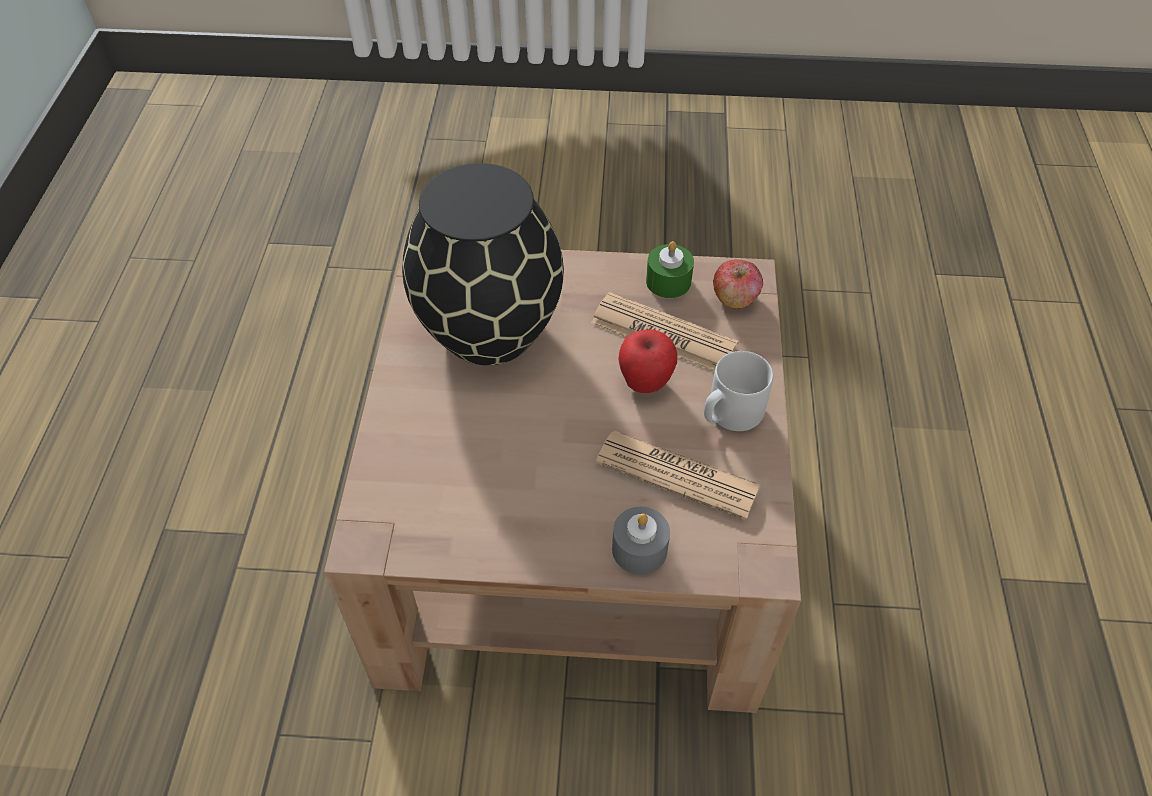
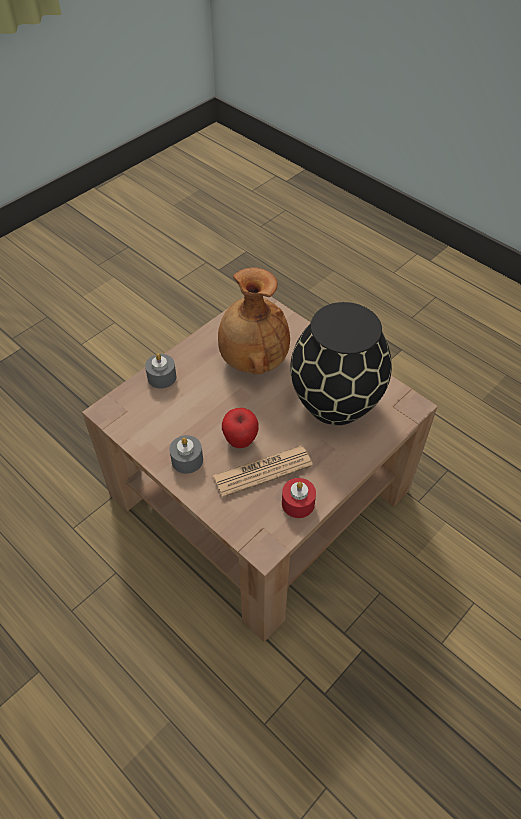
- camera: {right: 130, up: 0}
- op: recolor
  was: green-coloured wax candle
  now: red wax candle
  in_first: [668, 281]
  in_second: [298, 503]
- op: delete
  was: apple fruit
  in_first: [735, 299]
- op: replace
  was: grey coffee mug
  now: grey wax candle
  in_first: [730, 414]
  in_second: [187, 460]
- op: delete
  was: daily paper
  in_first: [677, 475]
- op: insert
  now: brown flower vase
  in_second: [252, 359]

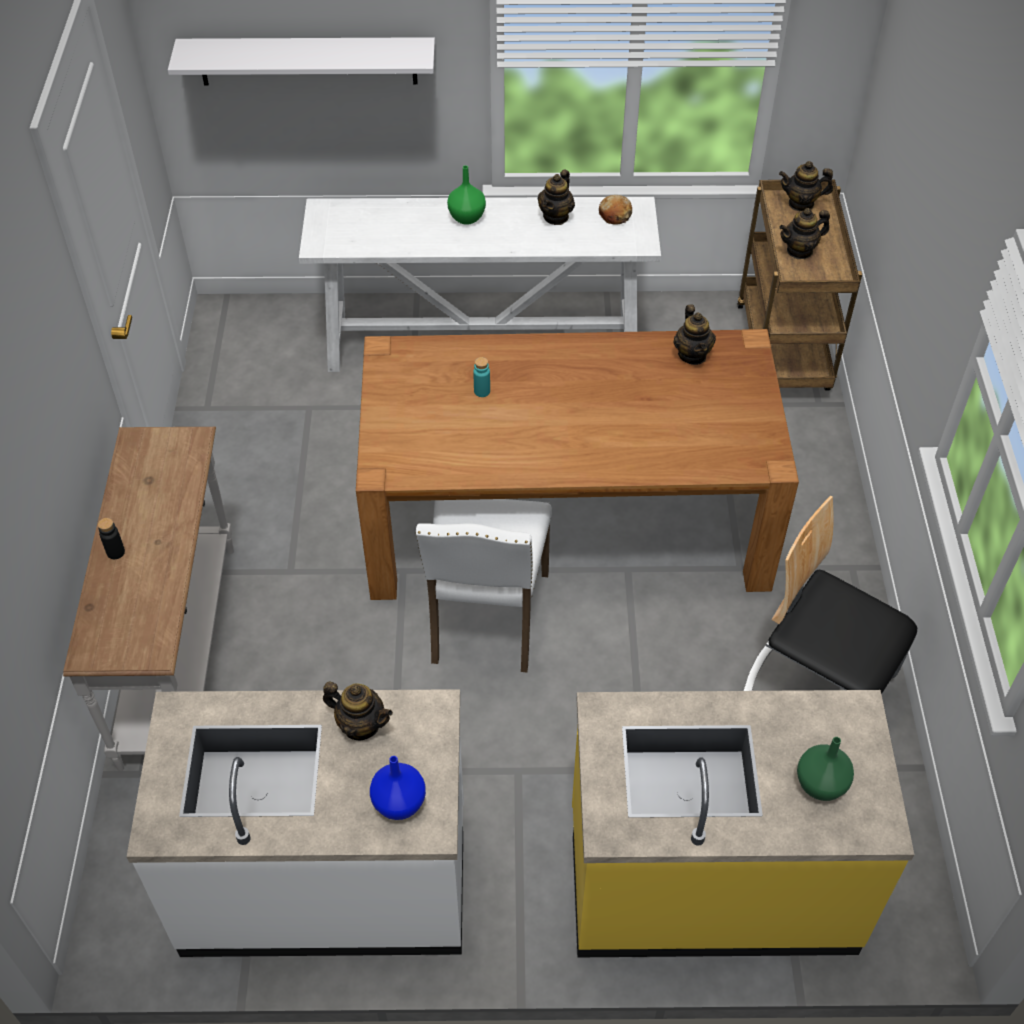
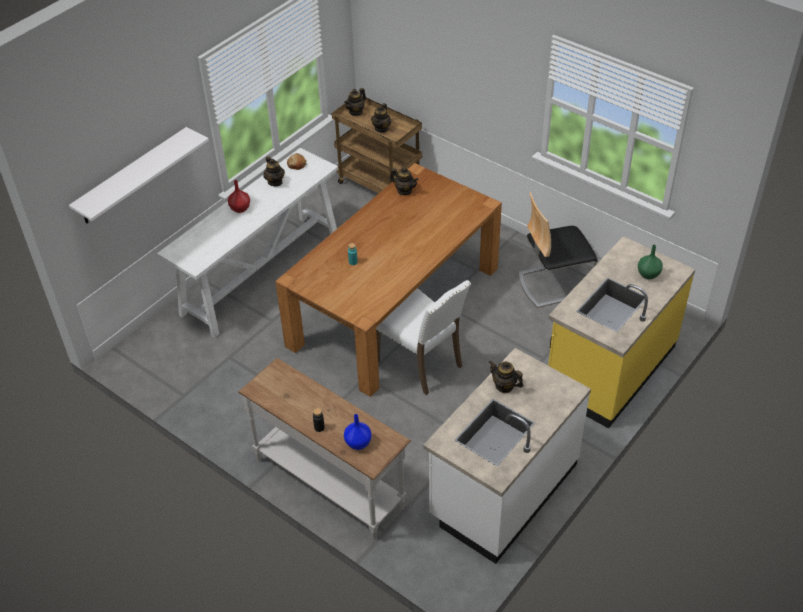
- camera: {right: -50, up: -5}
- op: recolor
  was: green-coloured flower vase
  now: red flower vase
  in_first: [466, 217]
  in_second: [239, 209]
- op: rotate
  was: tea pot
  in_first: [361, 725]
  in_second: [504, 386]
  clockwise: -120
- op: move
  was: blue-coloured flower vase
  in_first: [399, 802]
  in_second: [358, 443]

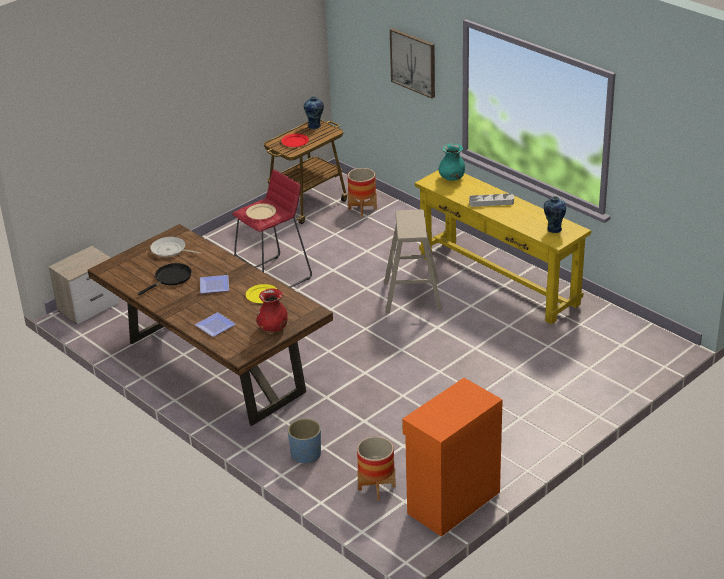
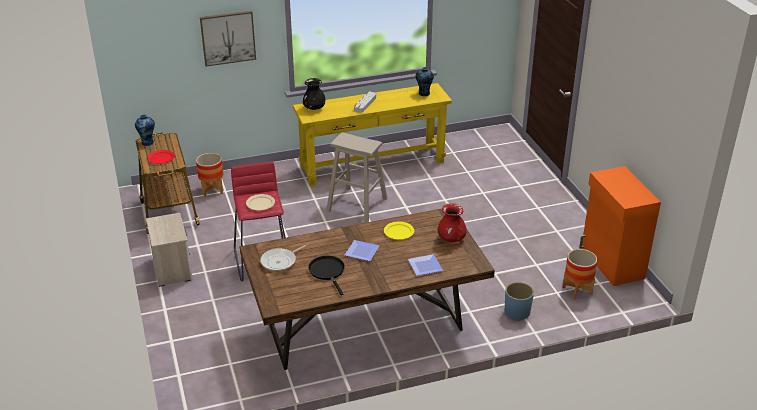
- camera: {right: -65, up: 0}
- op: recolor
  was: turquoise flower vase
  now: black flower vase
  in_first: [452, 178]
  in_second: [314, 108]
- op: move
  was: night table
  in_first: [89, 306]
  in_second: [172, 268]

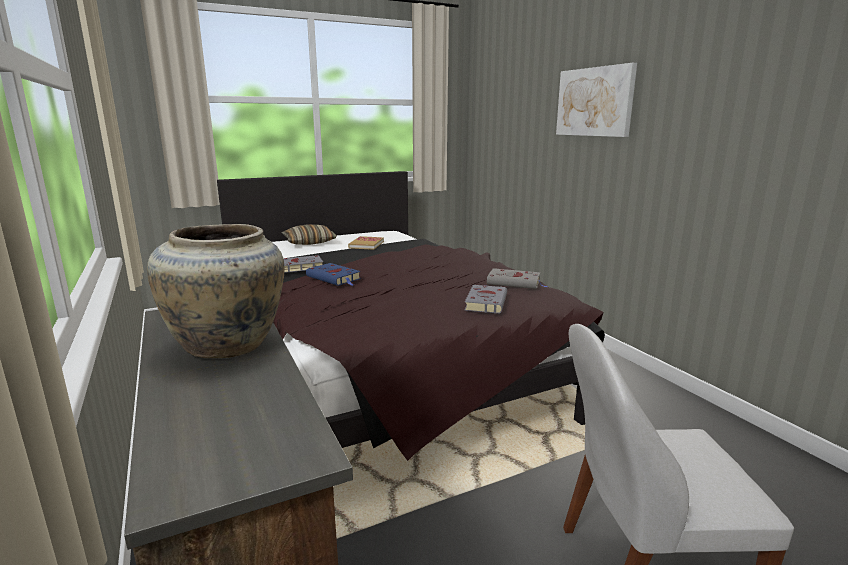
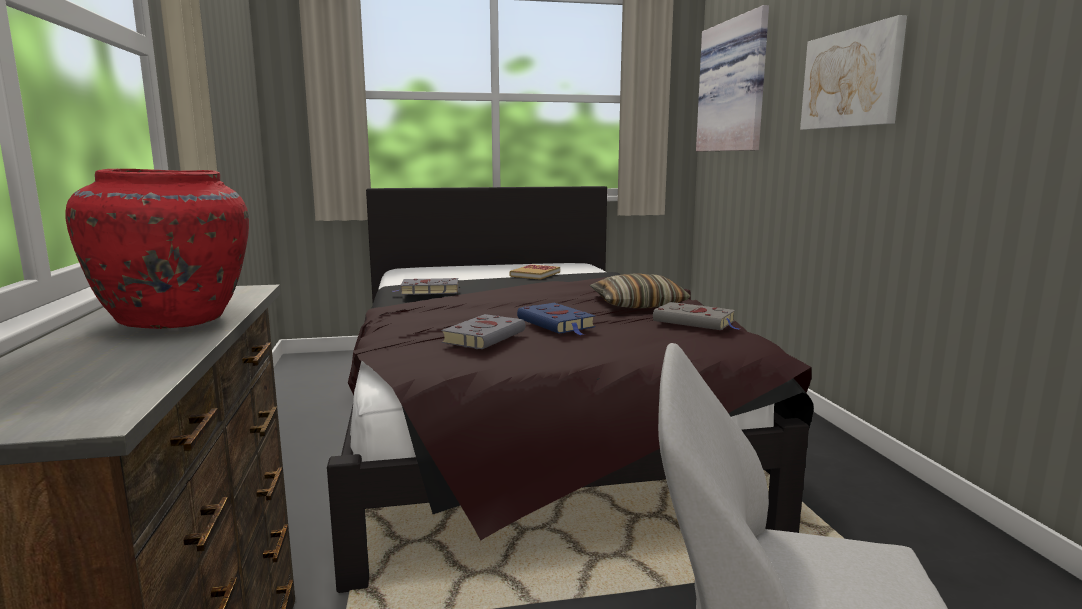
- camera: {right: 15, up: -5}
- op: recolor
  was: beige-coloured flower vase
  now: red flower vase
  in_first: [229, 345]
  in_second: [175, 320]
- op: move
  was: pillow
  in_first: [309, 242]
  in_second: [637, 305]
- op: move
  was: blue-coloured bound book
  in_first: [334, 278]
  in_second: [557, 324]
- op: move
  was: grey bound book
  in_first: [486, 302]
  in_second: [485, 336]
- op: insert
  now: picture
  in_second: [735, 86]

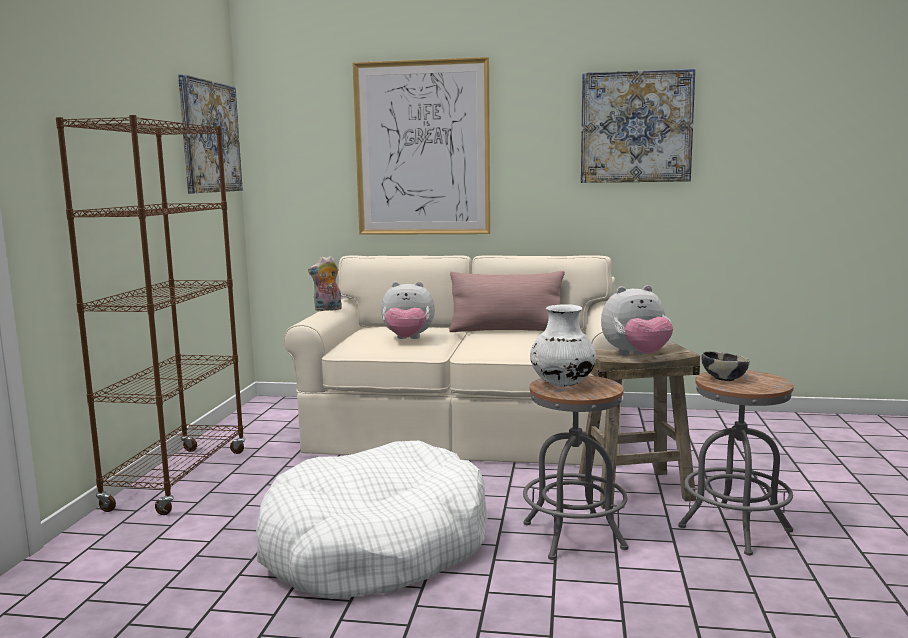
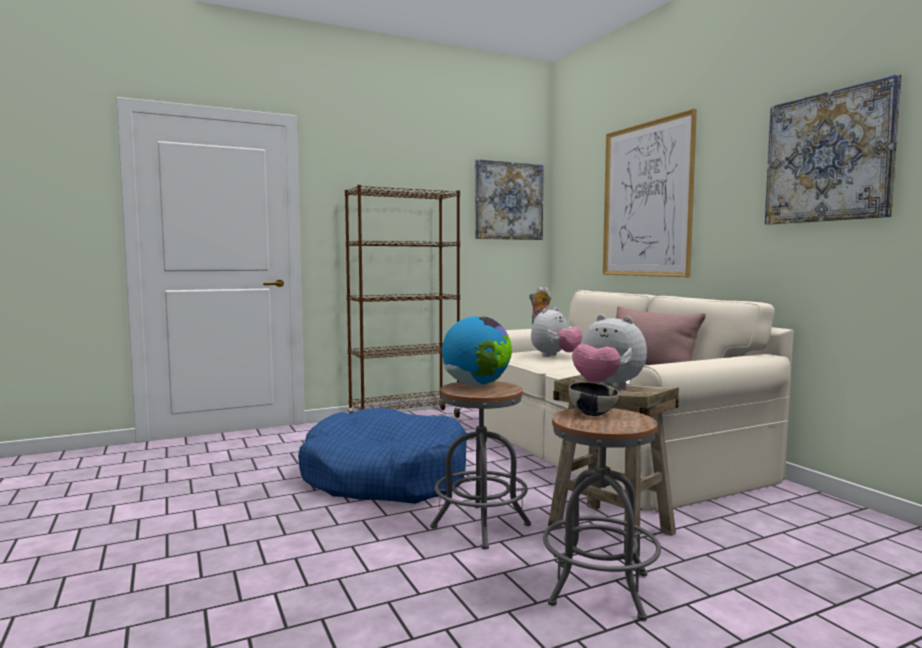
- camera: {right: 55, up: -5}
- op: rotate
  was: soft toy
  in_first: [407, 339]
  in_second: [555, 356]
  clockwise: -105
- op: replace
  was: white-coloured flower vase
  now: globe
  in_first: [562, 385]
  in_second: [476, 385]
- op: recolor
  was: white-coloured pet bed
  now: blue-coloured pet bed
  in_first: [375, 546]
  in_second: [385, 477]

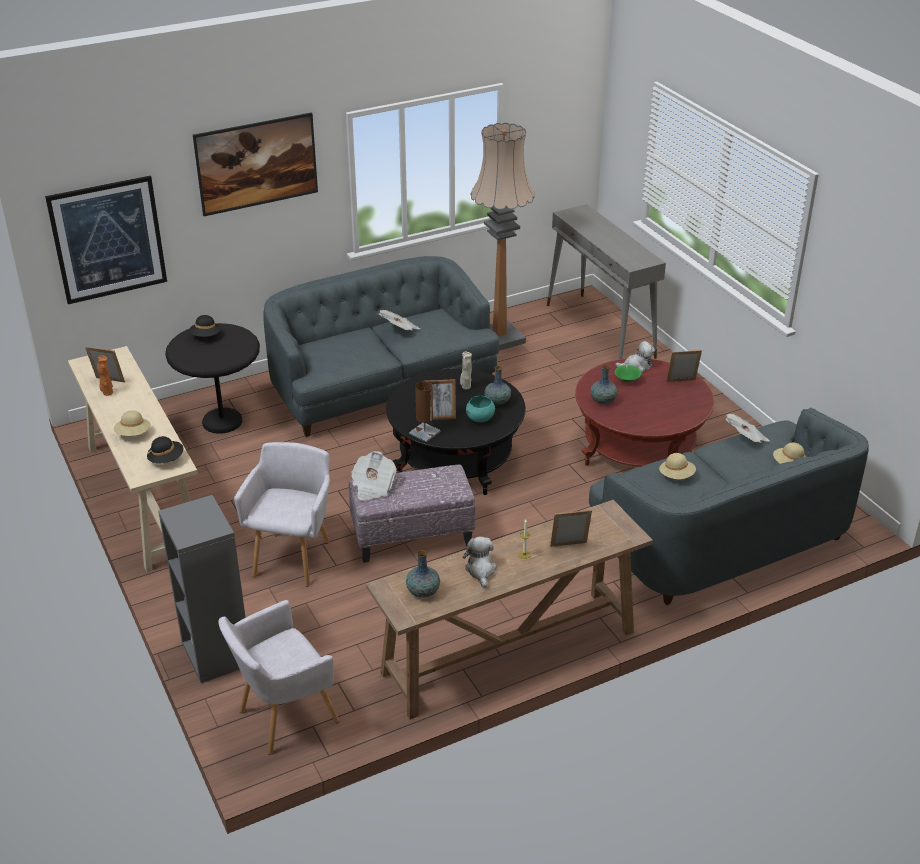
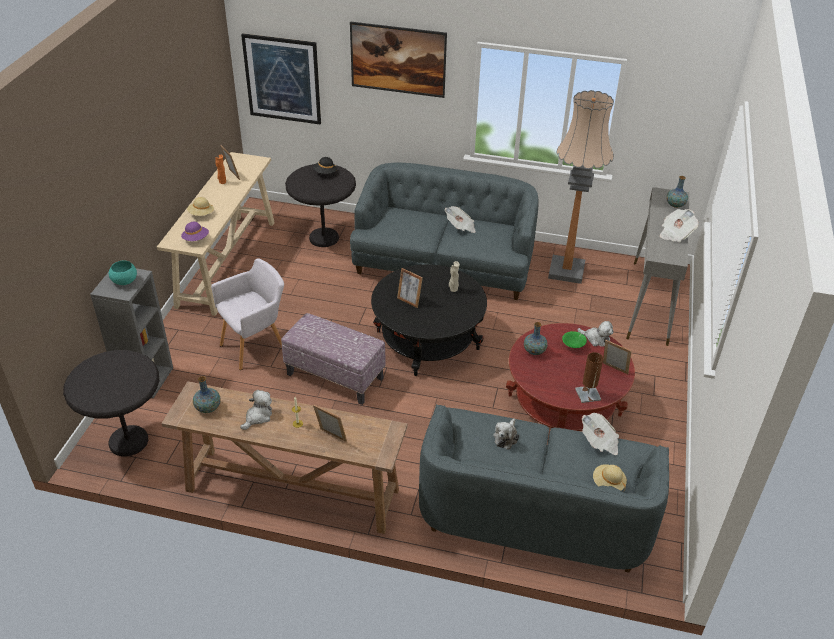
- camera: {right: 40, up: 5}
- op: move
  was: flower vase
  in_first: [497, 402]
  in_second: [675, 205]
- op: move
  was: brown tabletop lamp
  in_first: [424, 432]
  in_second: [588, 394]
- op: move
  was: turquoise deep dish
  in_first: [480, 418]
  in_second: [125, 281]
- op: recolor
  was: black wearable hat
  now: purple-coloured wearable hat
  in_first: [166, 459]
  in_second: [196, 239]
- op: move
  was: daily paper
  in_first: [372, 487]
  in_second: [675, 233]
- op: replace
  was: beige-coloured wearable hat
  now: soft toy
  in_first: [676, 476]
  in_second: [506, 437]
- op: replace
  was: grey lounge chair
  now: black accent table
  in_first: [284, 718]
  in_second: [128, 441]

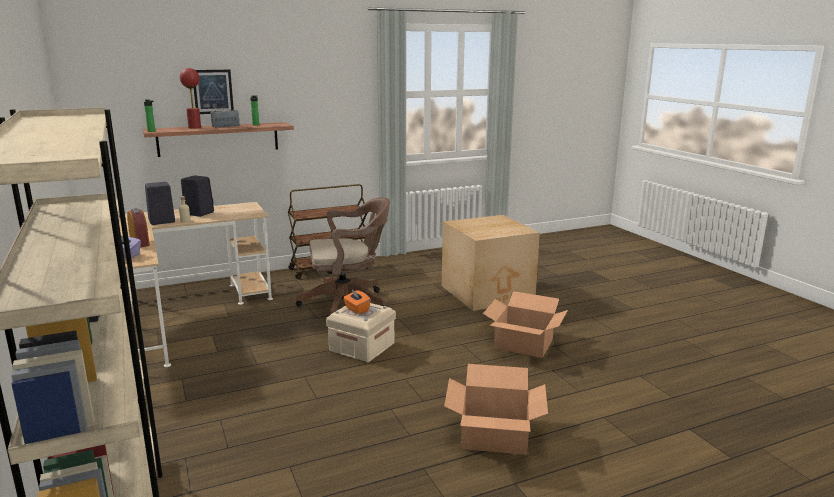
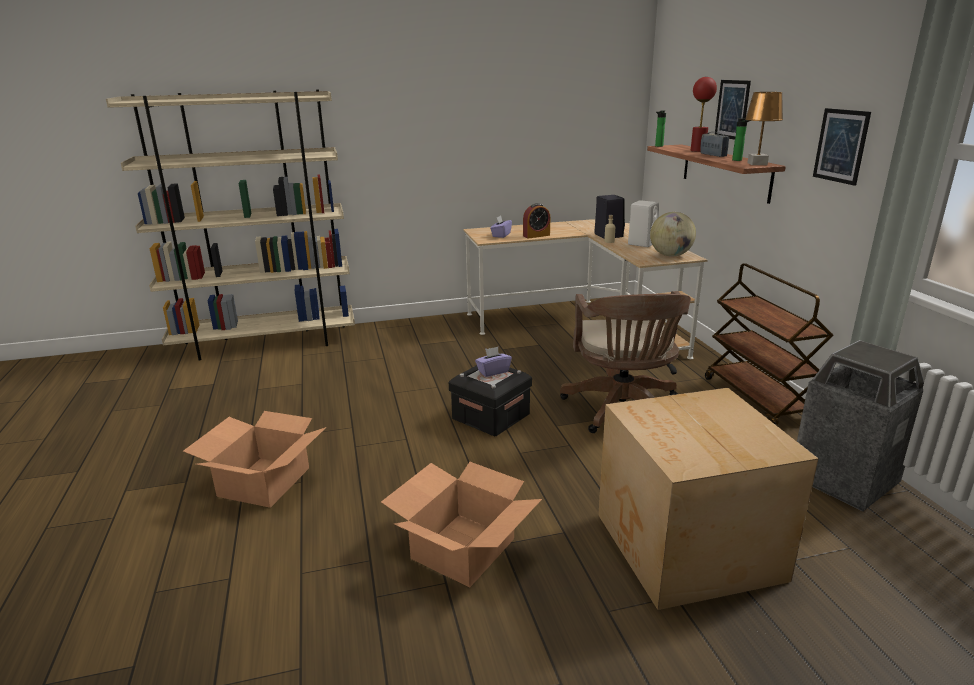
- camera: {right: 100, up: 5}
- op: recolor
  was: black audio speaker
  now: white-coloured audio speaker
  in_first: [198, 213]
  in_second: [642, 243]
- op: recolor
  was: orange-coloured tissue holder
  now: purple-coloured tissue holder
  in_first: [356, 309]
  in_second: [493, 371]
- op: recolor
  was: beige-coloured storage container
  now: black storage container
  in_first: [362, 347]
  in_second: [491, 416]
- op: insert
  now: brown tabletop lamp
  in_second: [757, 164]
- op: insert
  now: picture
  in_second: [841, 146]
- op: insert
  now: globe
  in_second: [670, 255]
- op: insert
  now: rubbish bin
  in_second: [843, 480]

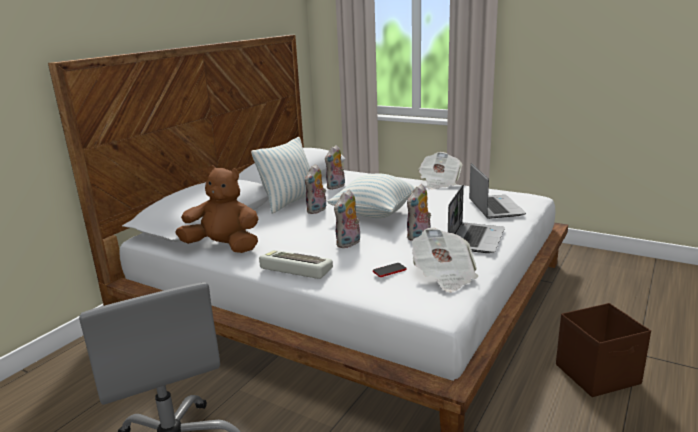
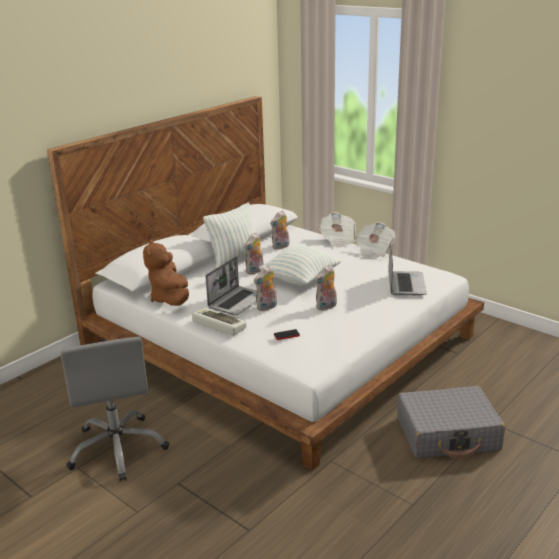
- camera: {right: 10, up: 5}
- op: rotate
  was: brown soft toy
  in_first: [224, 247]
  in_second: [170, 299]
  clockwise: -120
- op: move
  was: notebook computer
  in_first: [475, 239]
  in_second: [237, 301]
- op: move
  was: daily paper
  in_first: [444, 275]
  in_second: [338, 240]
- op: replace
  was: brown storage container
  now: grey piece of luggage
  in_first: [598, 374]
  in_second: [447, 434]

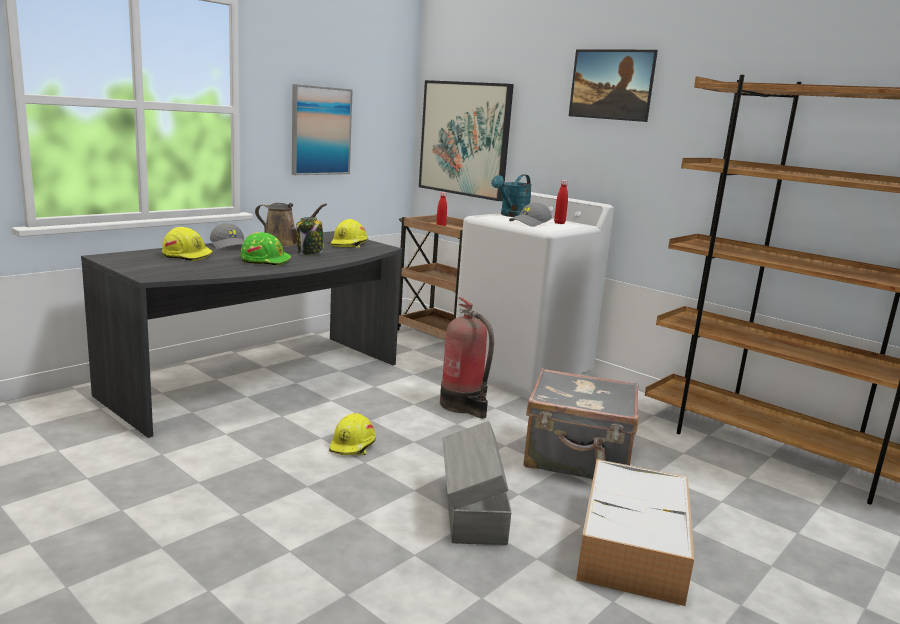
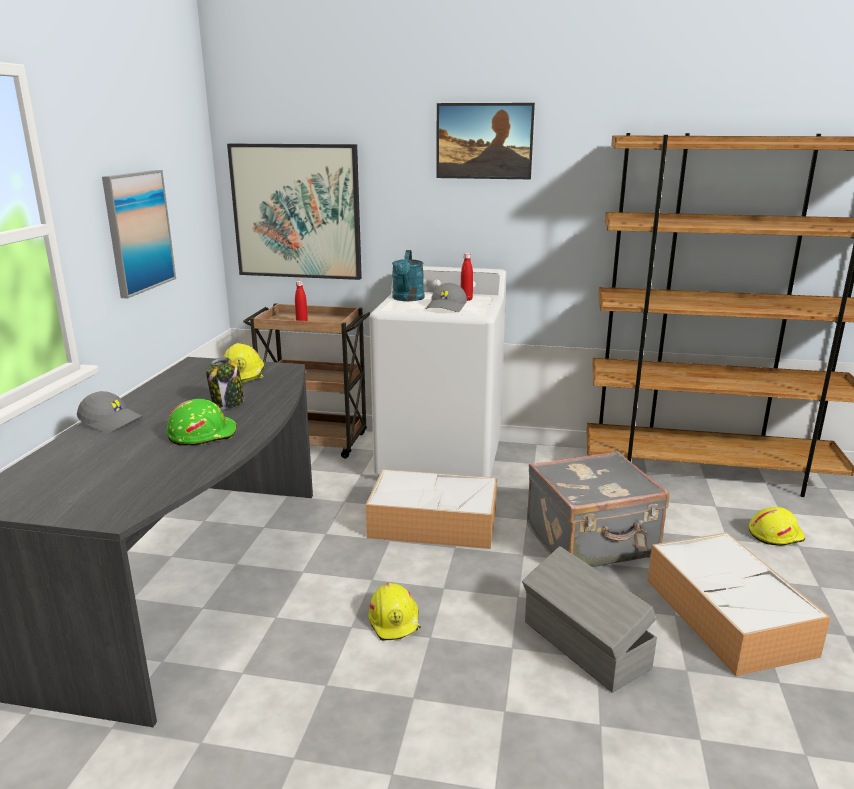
- camera: {right: -30, up: 5}
- op: delete
  was: brown watering can
  in_first: [283, 243]
- op: move
  was: yellowish hard hat
  in_first: [187, 256]
  in_second: [774, 534]
- op: replace
  was: fire extinguisher
  now: storage container
  in_first: [463, 406]
  in_second: [435, 523]

